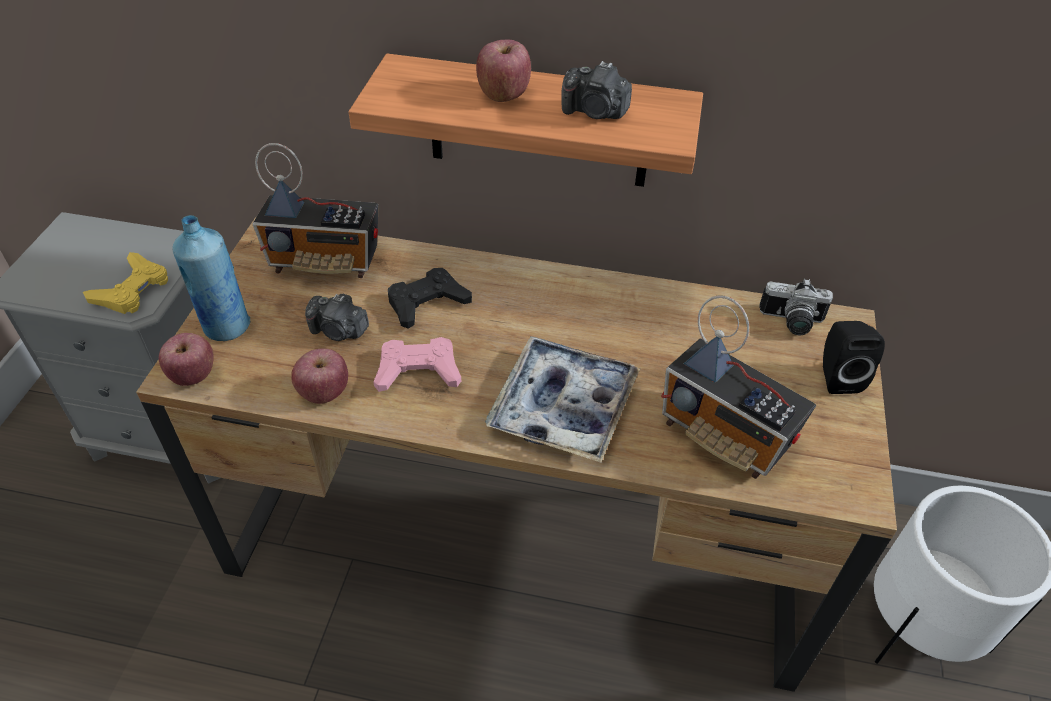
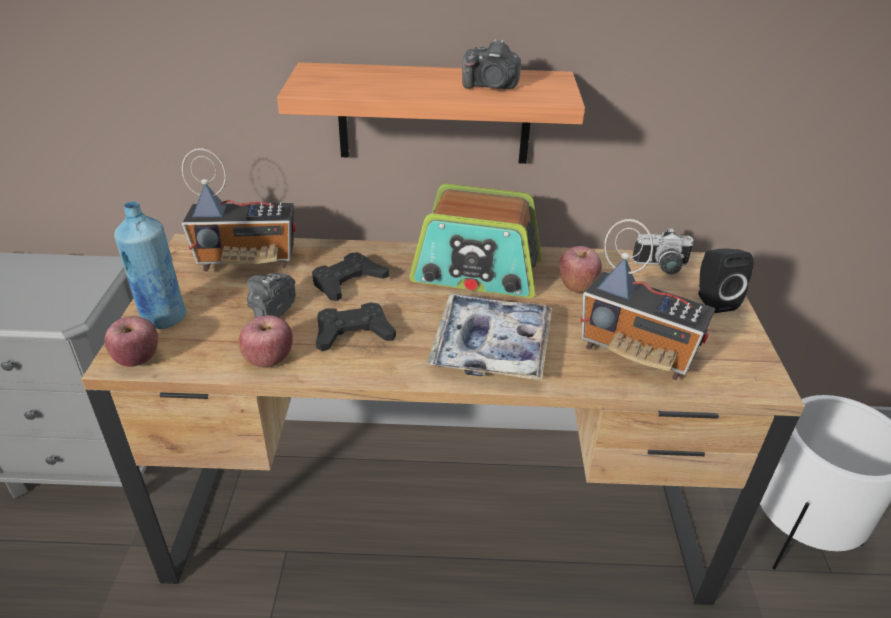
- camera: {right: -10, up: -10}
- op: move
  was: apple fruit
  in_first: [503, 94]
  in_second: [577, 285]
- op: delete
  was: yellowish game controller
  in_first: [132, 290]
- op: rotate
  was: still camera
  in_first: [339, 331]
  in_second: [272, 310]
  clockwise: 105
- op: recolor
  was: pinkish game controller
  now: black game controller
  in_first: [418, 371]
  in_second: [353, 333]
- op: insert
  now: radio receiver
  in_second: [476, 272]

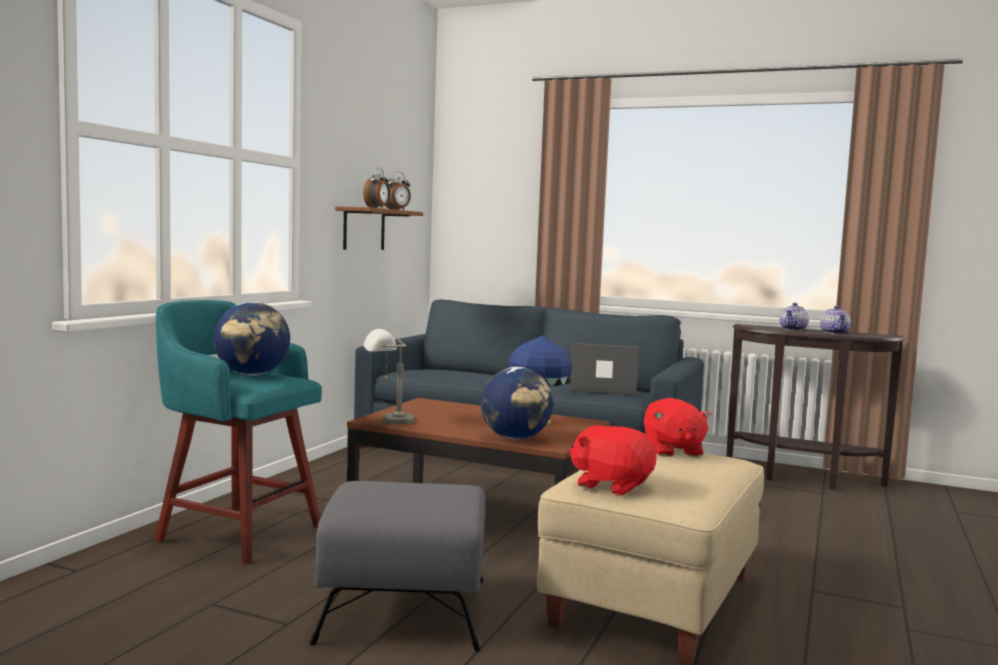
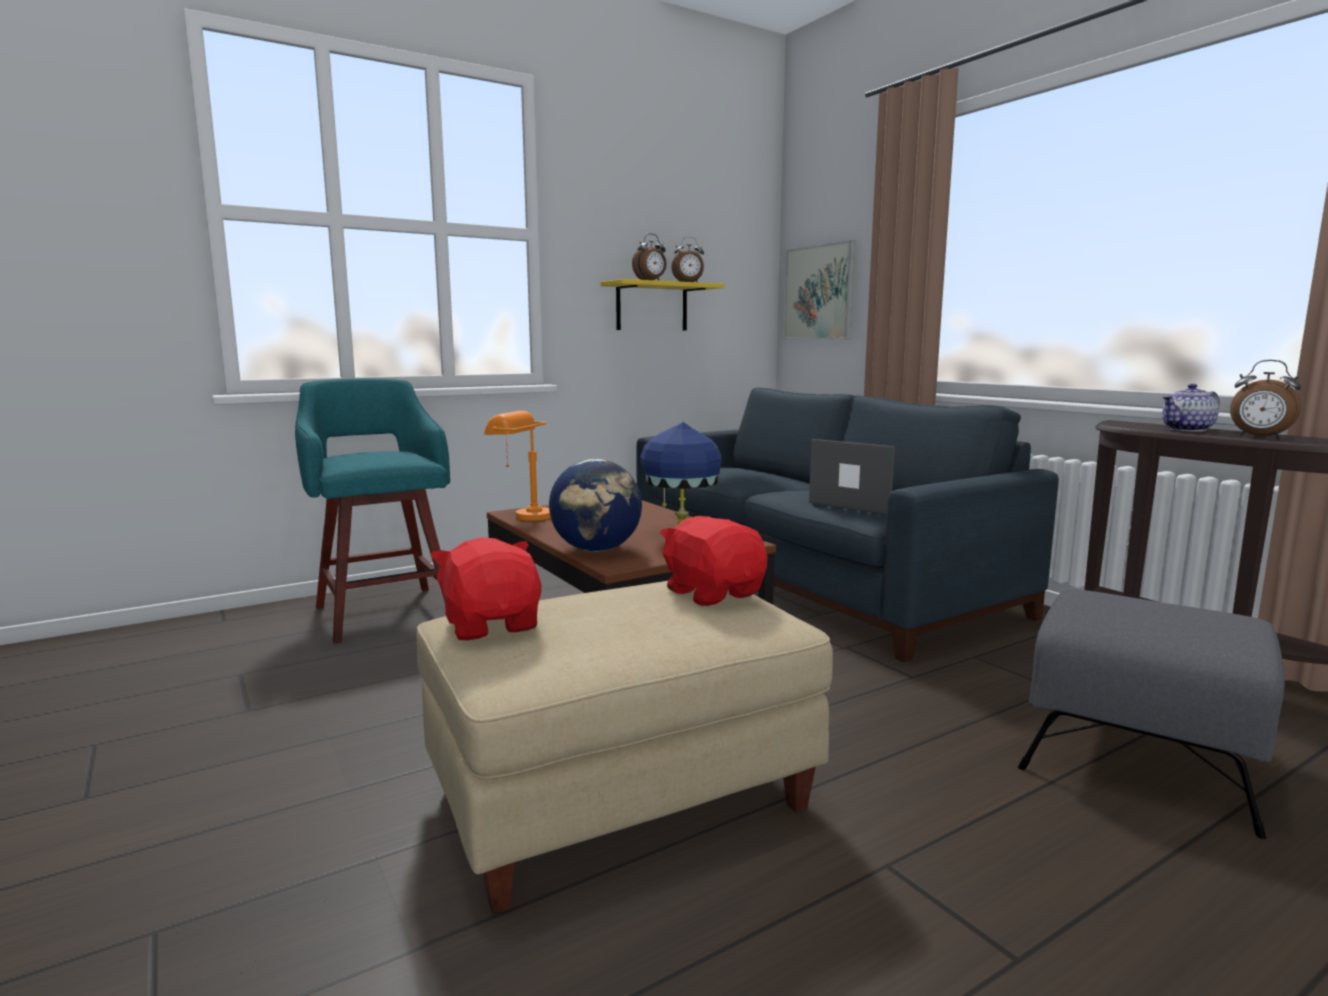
- camera: {right: 35, up: 5}
- op: recolor
  was: brown shelf
  now: yellowish shelf
  in_first: [364, 229]
  in_second: [652, 307]
- op: delete
  was: globe
  in_first: [252, 375]
- op: replace
  was: tea pot
  now: table clock
  in_first: [835, 333]
  in_second: [1259, 437]
- op: recolor
  was: grey tabletop lamp
  now: orange-coloured tabletop lamp
  in_first: [387, 421]
  in_second: [522, 515]
- op: rotate
  was: red soft toy
  in_first: [672, 451]
  in_second: [713, 593]
  clockwise: 120
- op: move
  was: grey pouffe
  in_first: [405, 610]
  in_second: [1142, 756]
- op: insert
  now: picture
  in_second: [819, 293]

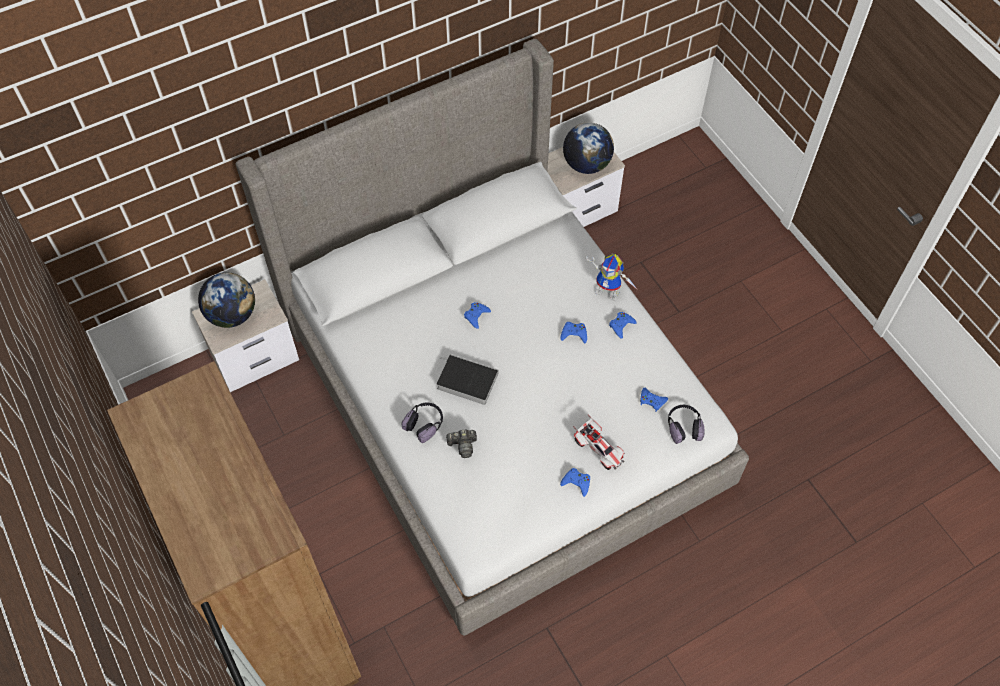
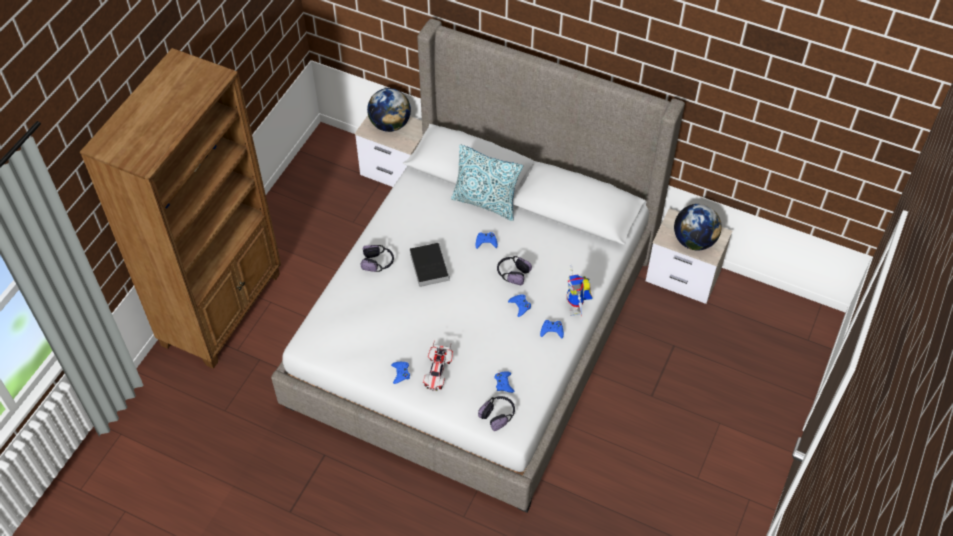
- camera: {right: 55, up: -5}
- op: delete
  was: still camera
  in_first: [463, 445]
- op: insert
  now: pillow
  in_second: [485, 203]
- op: insert
  now: headphones
  in_second: [512, 273]

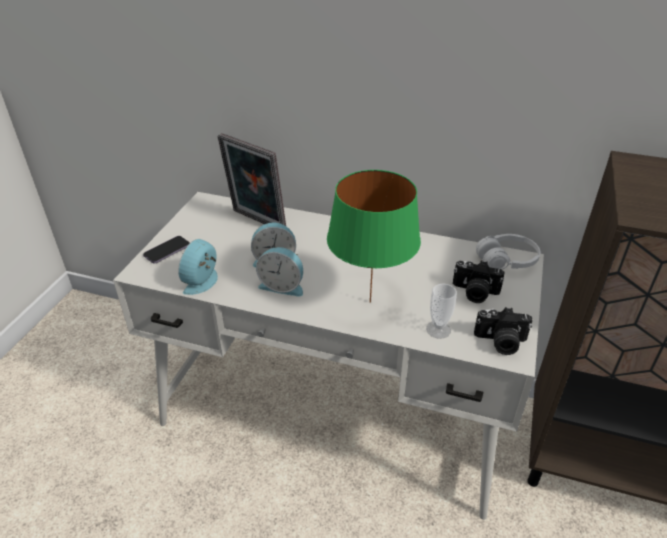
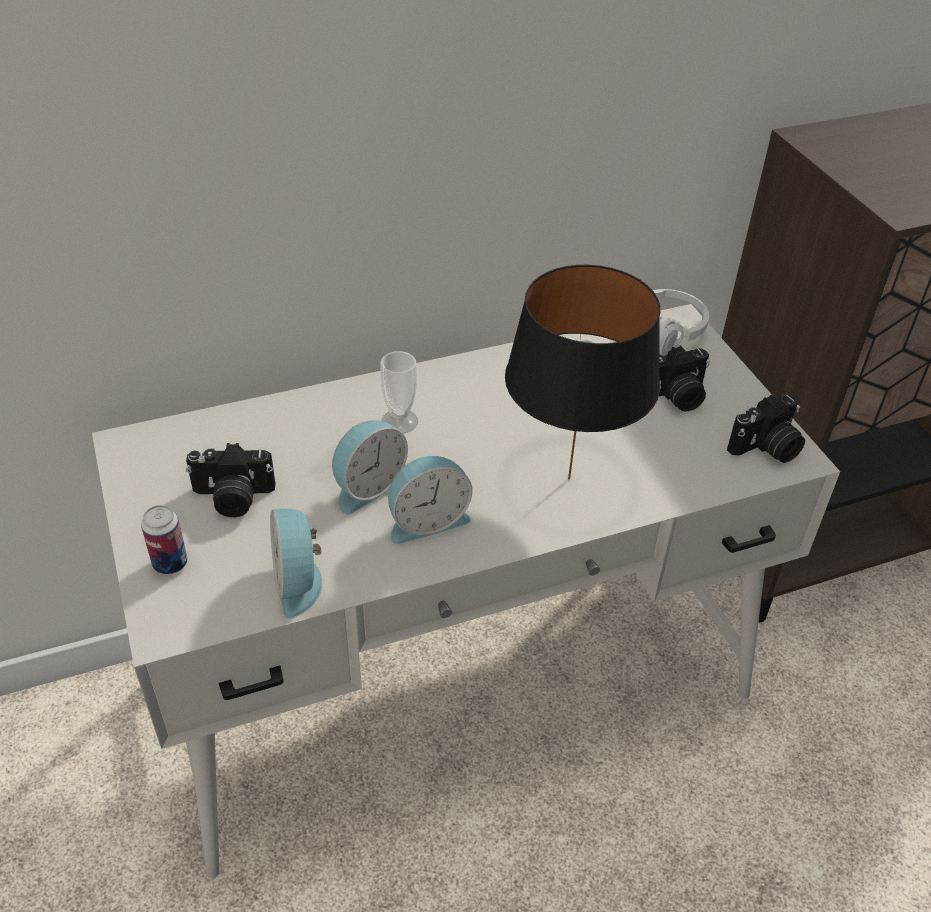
- camera: {right: -40, up: 5}
- op: delete
  was: photo frame
  in_first: [256, 222]
- op: recolor
  was: green-coloured tabletop lamp
  now: black tabletop lamp
  in_first: [369, 302]
  in_second: [569, 480]
- op: replace
  was: telephone
  now: can
  in_first: [167, 251]
  in_second: [170, 563]
- op: move
  was: small cup
  in_first: [438, 329]
  in_second: [399, 421]
- op: insert
  now: still camera
  in_second: [232, 498]

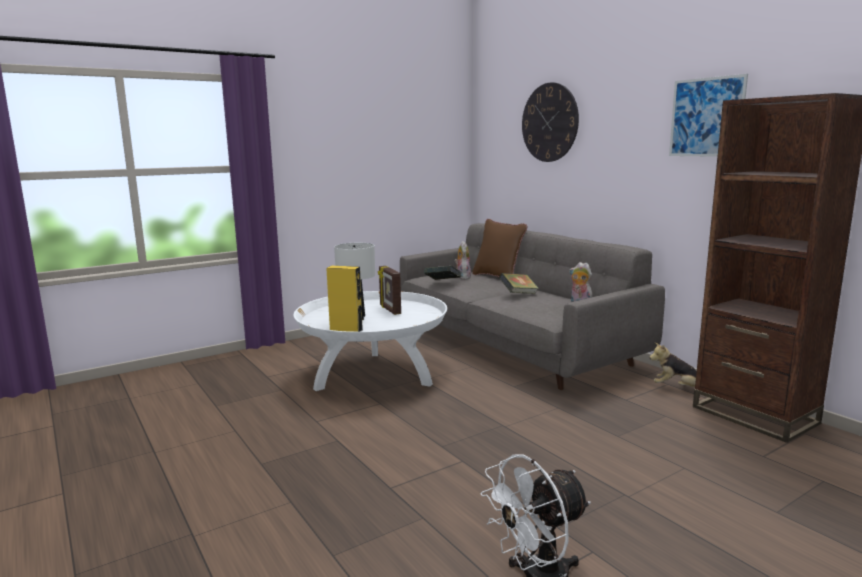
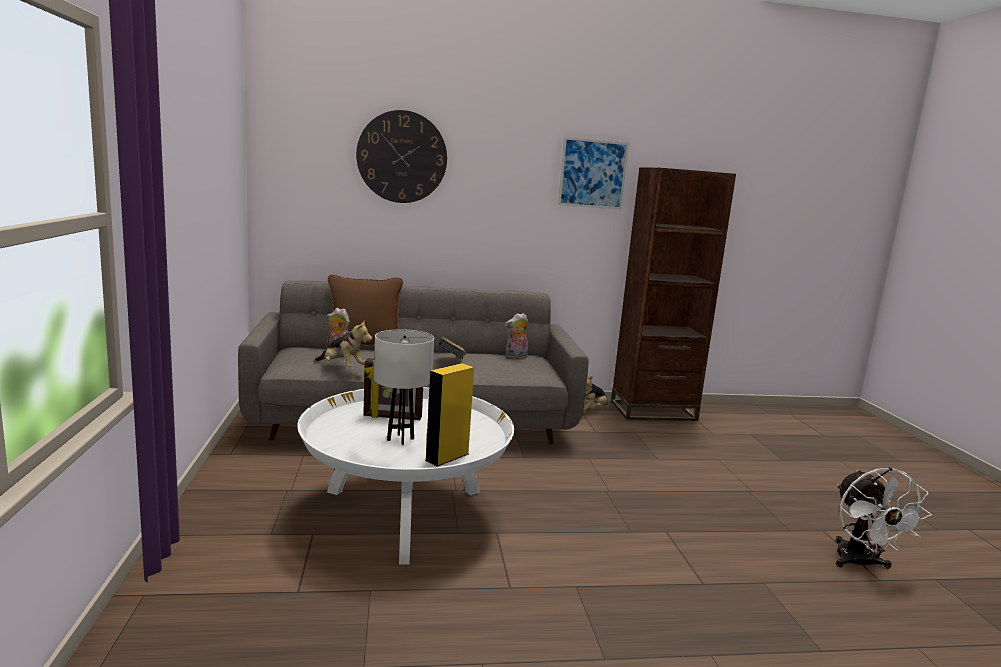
- camera: {right: -65, up: 0}
- op: replace
  was: bound book
  now: soft toy
  in_first: [442, 282]
  in_second: [342, 367]

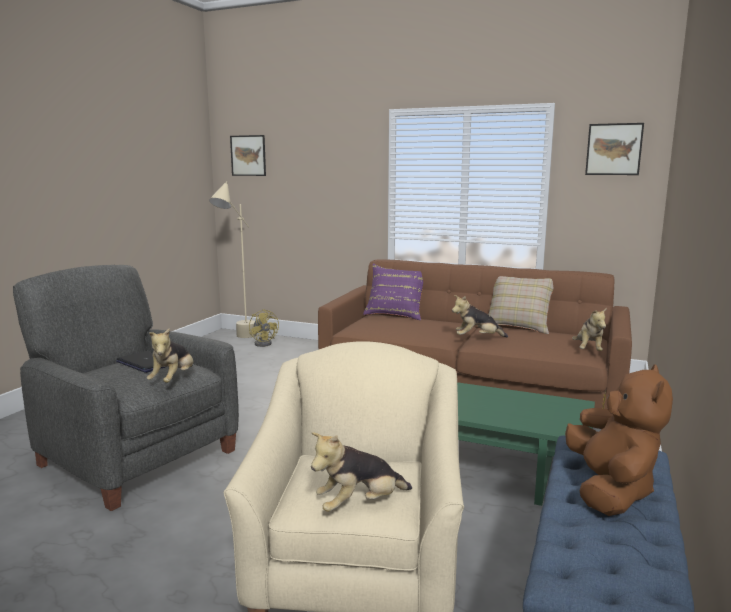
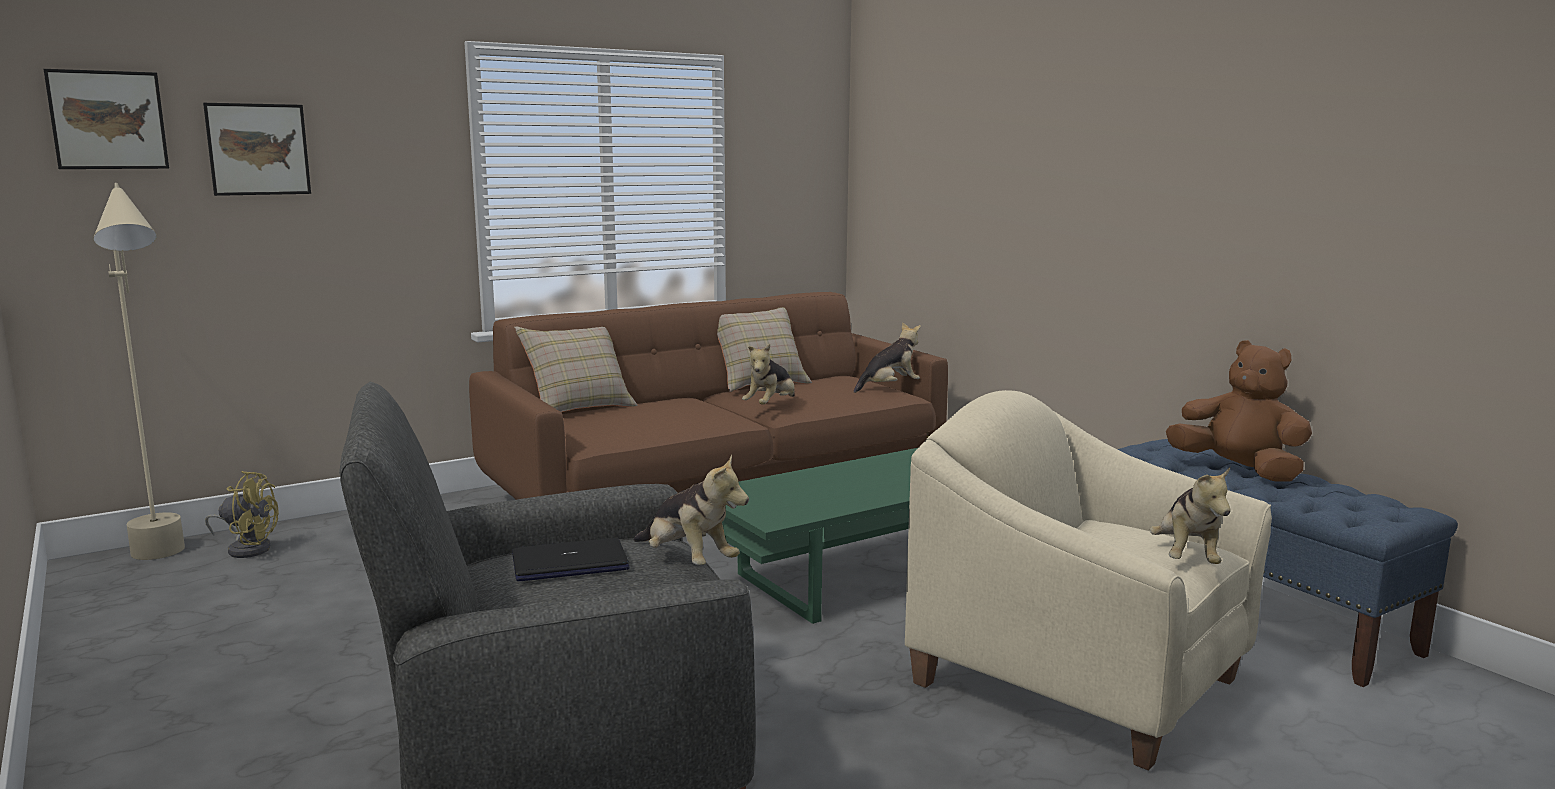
- camera: {right: -55, up: 0}
- op: move
  was: picture
  in_first: [614, 149]
  in_second: [258, 149]
- op: recolor
  was: purple-coloured pillow
  now: beige-coloured pillow
  in_first: [395, 314]
  in_second: [578, 408]
- op: rotate
  was: soft toy
  in_first: [588, 350]
  in_second: [889, 387]
  clockwise: -75

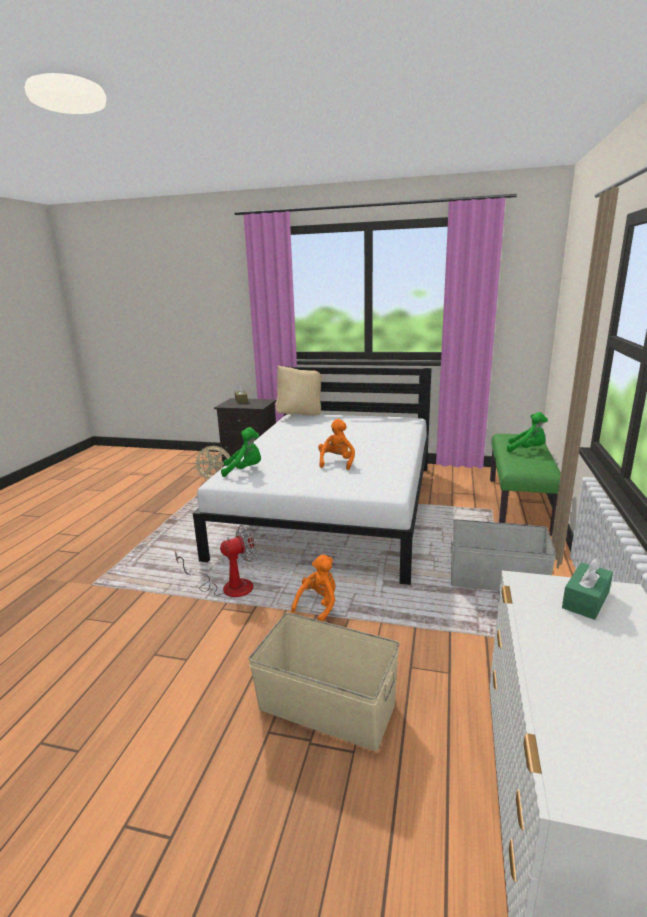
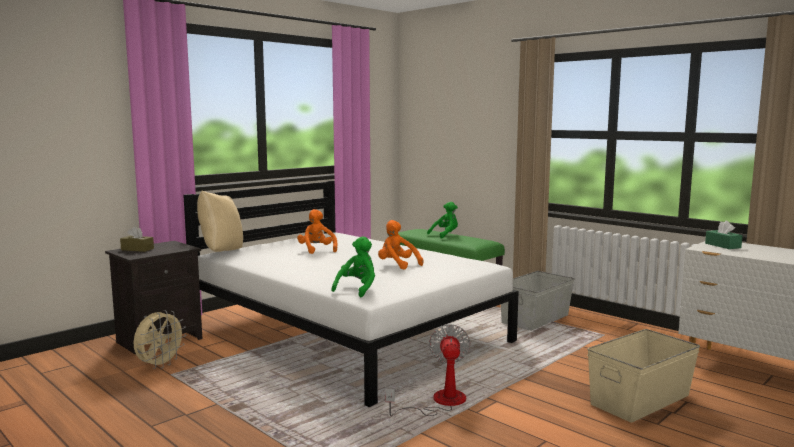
- camera: {right: -60, up: -10}
- op: move
  was: orange-coloured soft toy
  in_first: [318, 606]
  in_second: [317, 250]

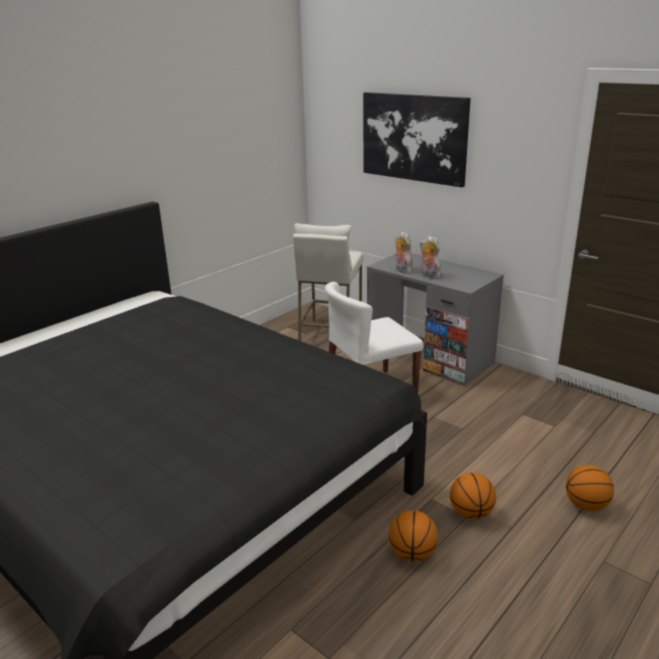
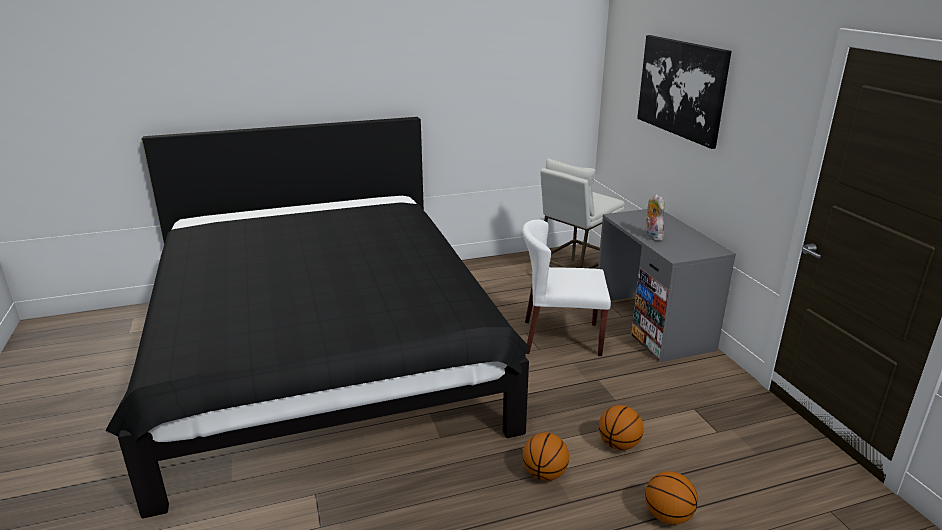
- camera: {right: 30, up: 0}
- op: delete
  was: soft toy
  in_first: [402, 270]
- op: move
  was: ball for basketball
  in_first: [412, 553]
  in_second: [619, 444]

